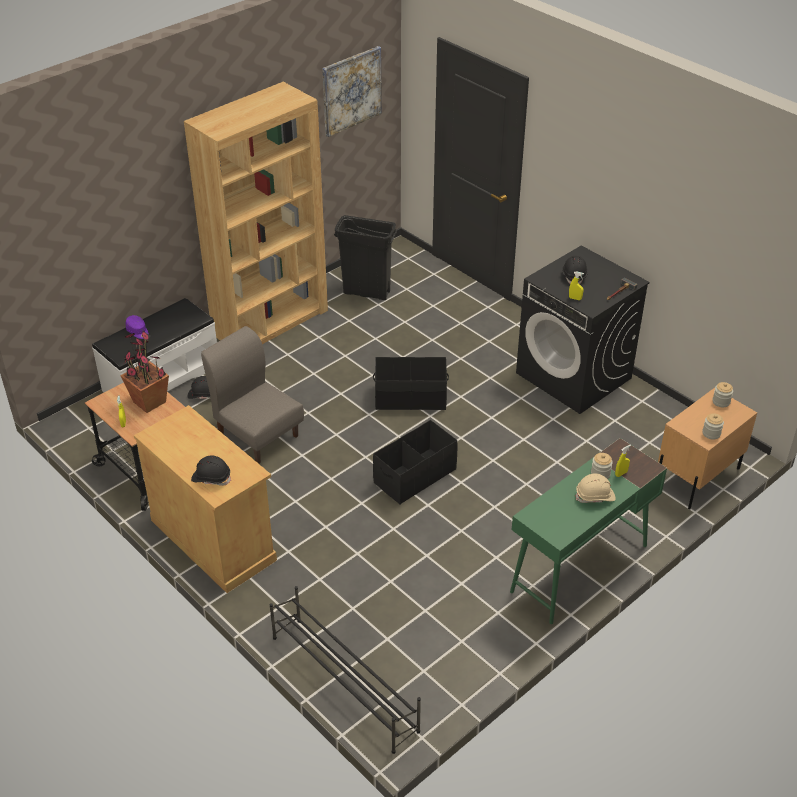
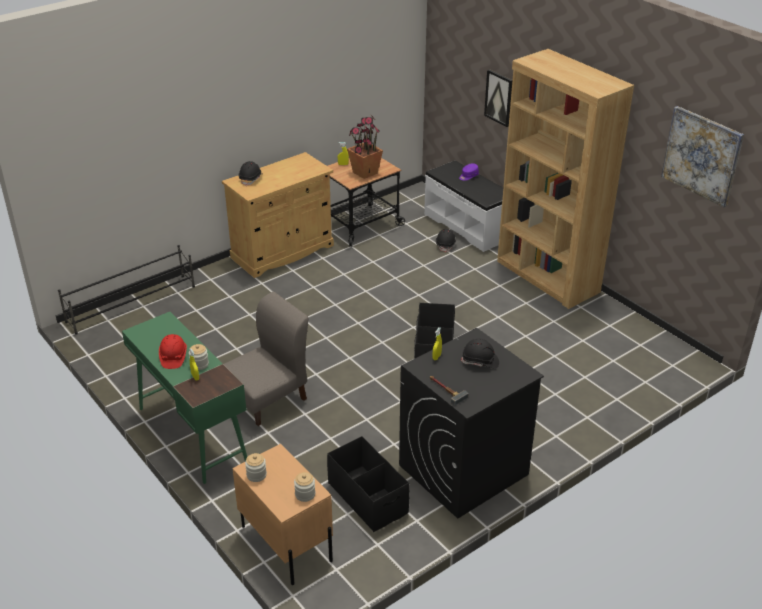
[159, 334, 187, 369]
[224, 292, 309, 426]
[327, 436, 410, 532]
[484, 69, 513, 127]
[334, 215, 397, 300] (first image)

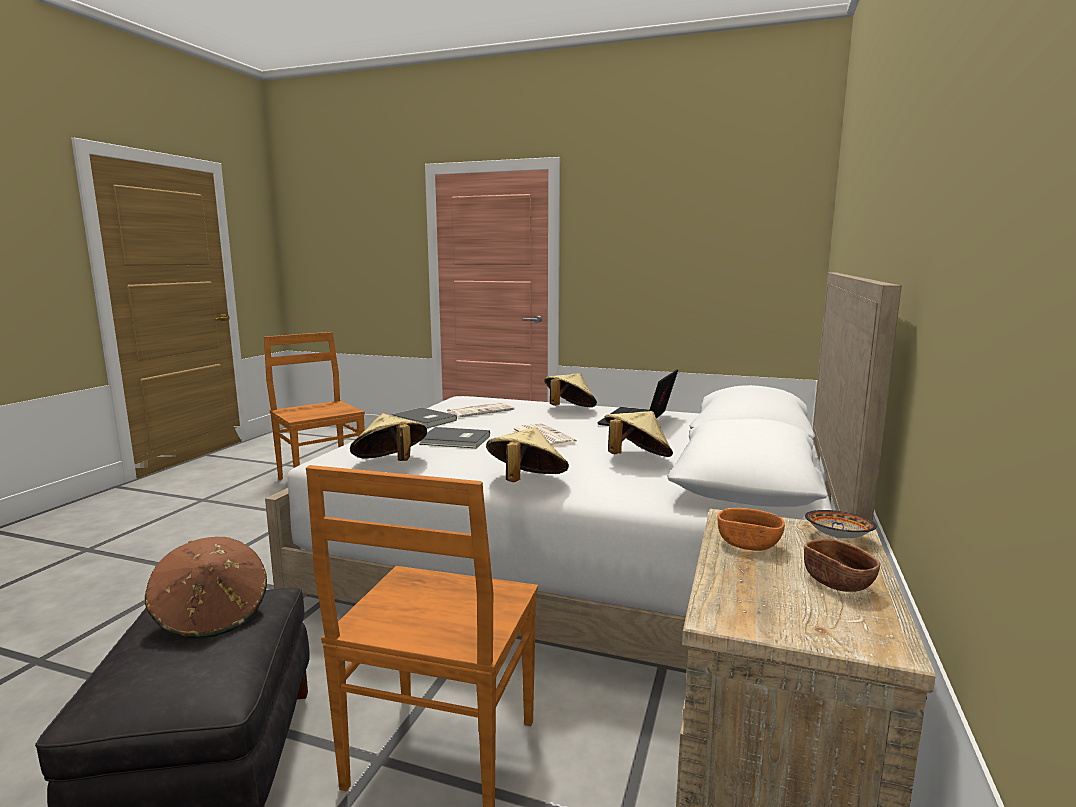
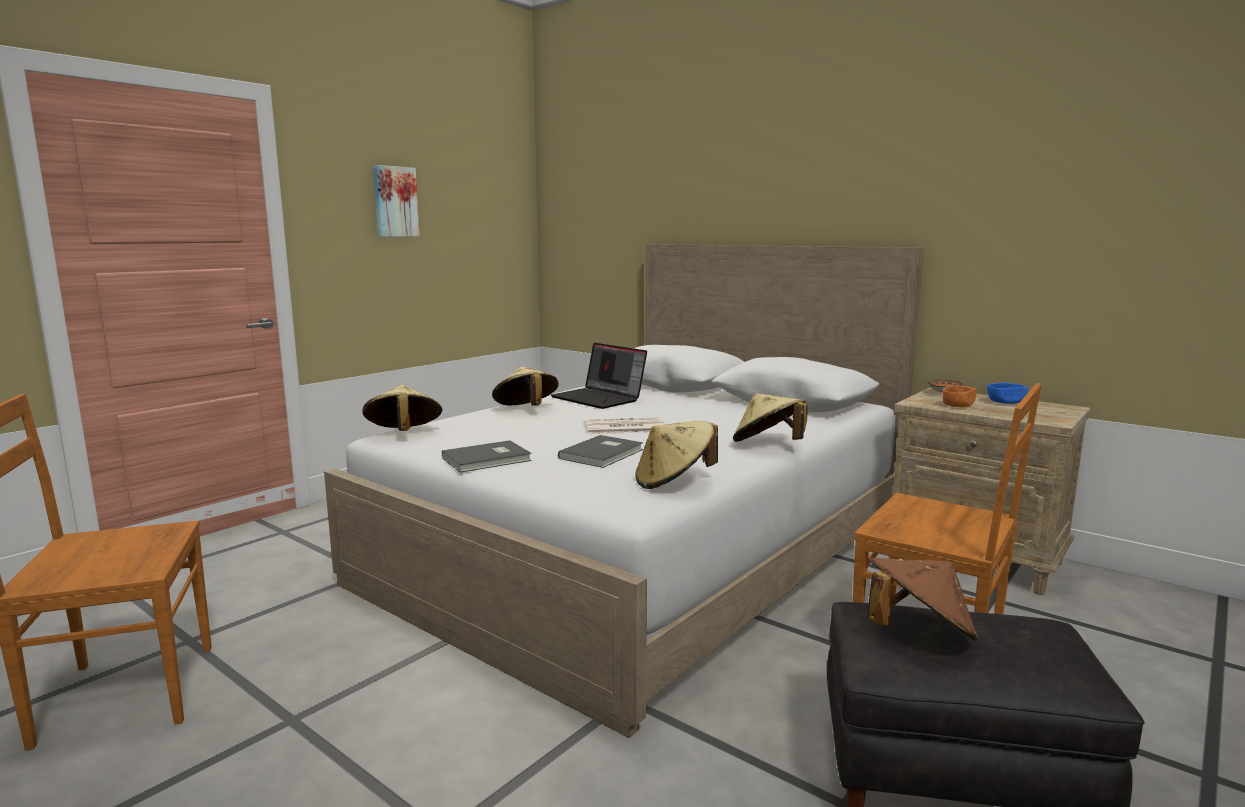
[362, 384, 442, 431]
[373, 165, 420, 237]
[987, 382, 1028, 404]
[447, 402, 515, 417] (first image)

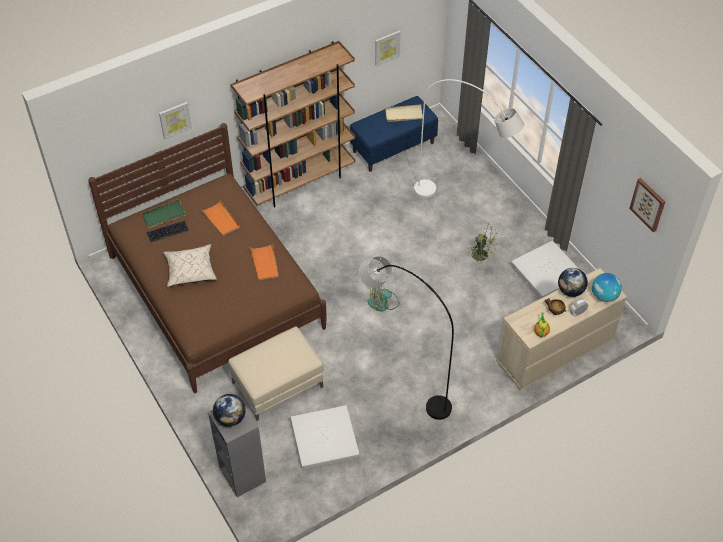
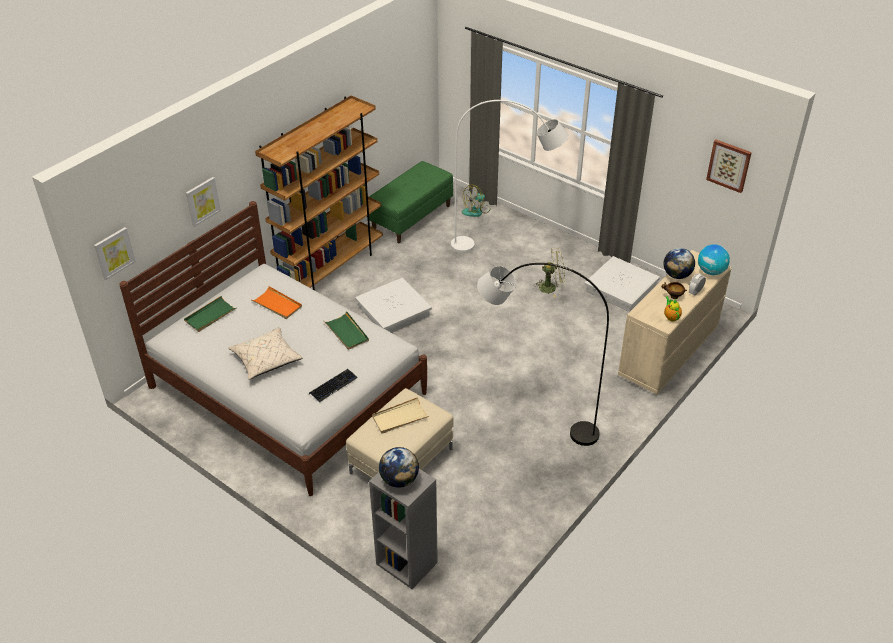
[94, 227, 136, 280]
[119, 201, 427, 496]
[309, 369, 358, 402]
[324, 311, 369, 350]
[355, 278, 432, 333]
[369, 161, 453, 243]
[372, 397, 429, 434]
[462, 184, 490, 217]

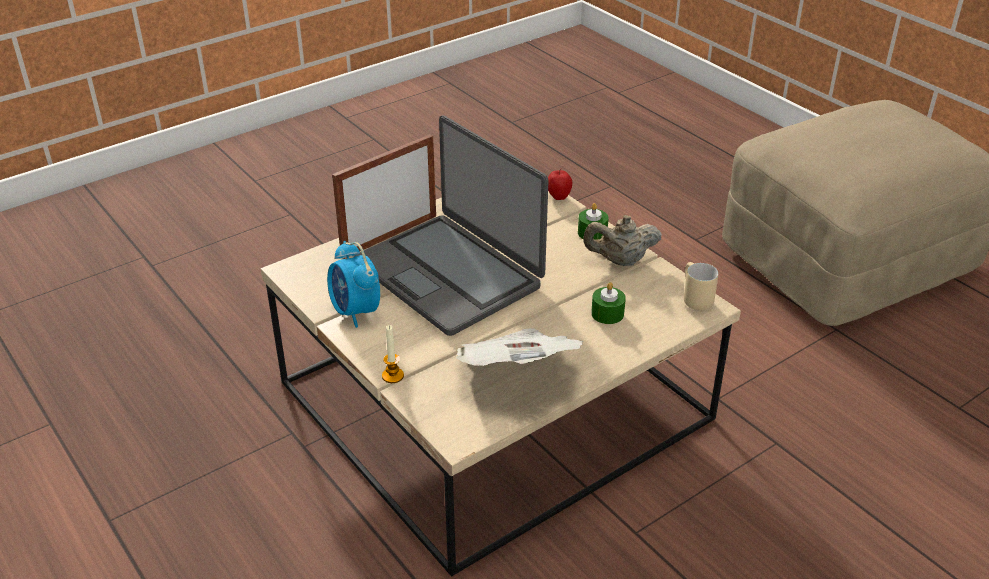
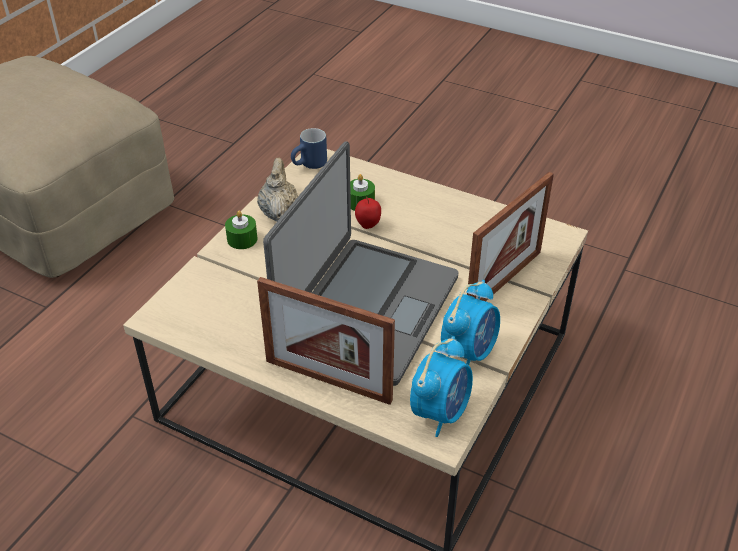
[257, 158, 298, 222]
[291, 128, 327, 169]
[355, 197, 381, 229]
[410, 336, 473, 437]
[467, 172, 554, 301]
[382, 325, 404, 383] (first image)
[456, 328, 583, 366] (first image)

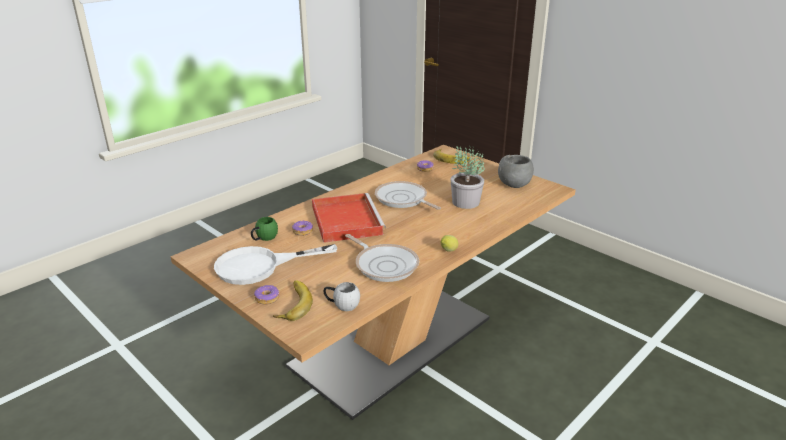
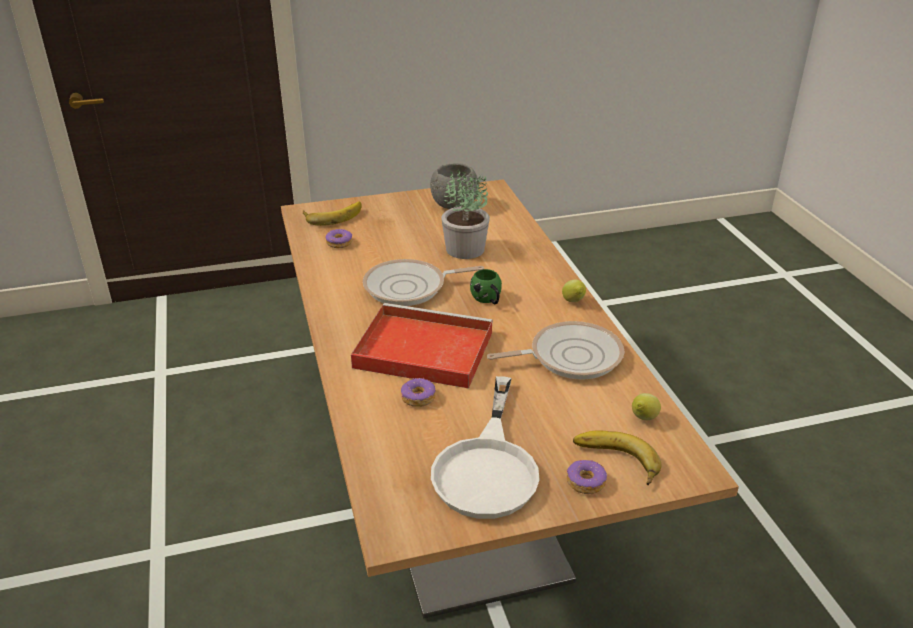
[470, 269, 502, 304]
[632, 393, 661, 420]

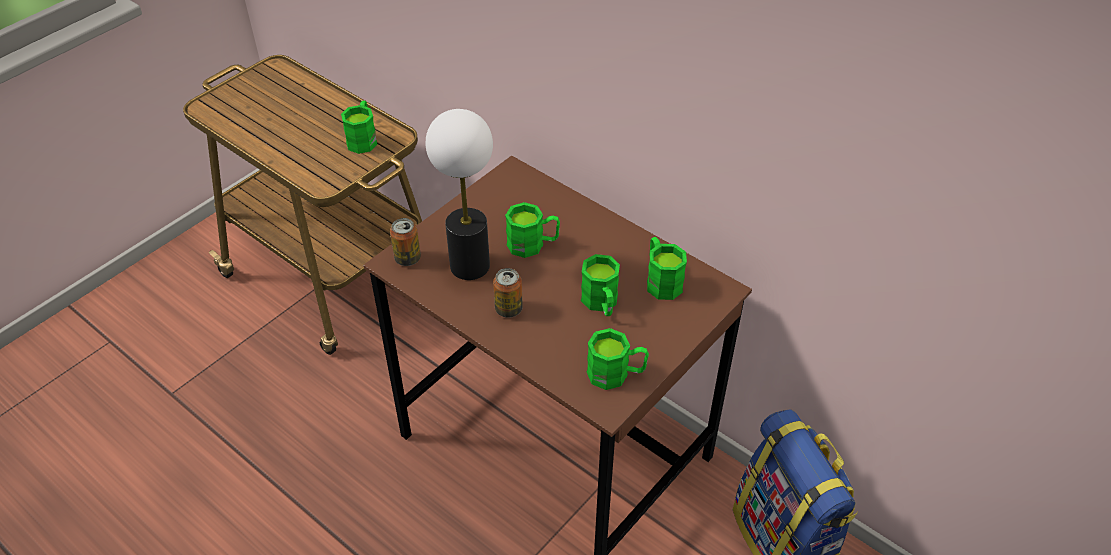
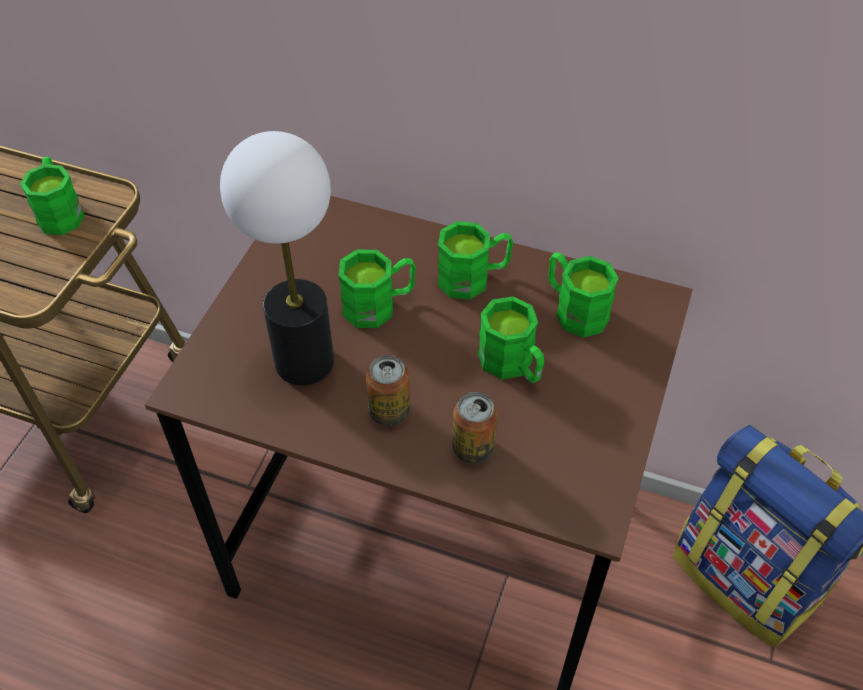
[437, 221, 513, 300]
[453, 392, 498, 464]

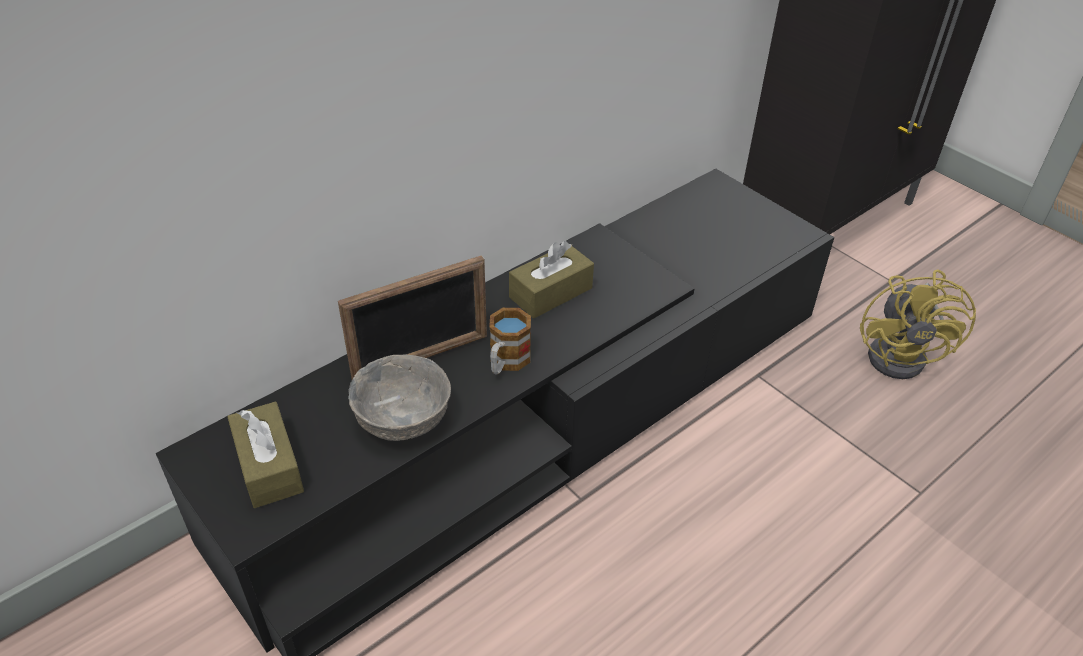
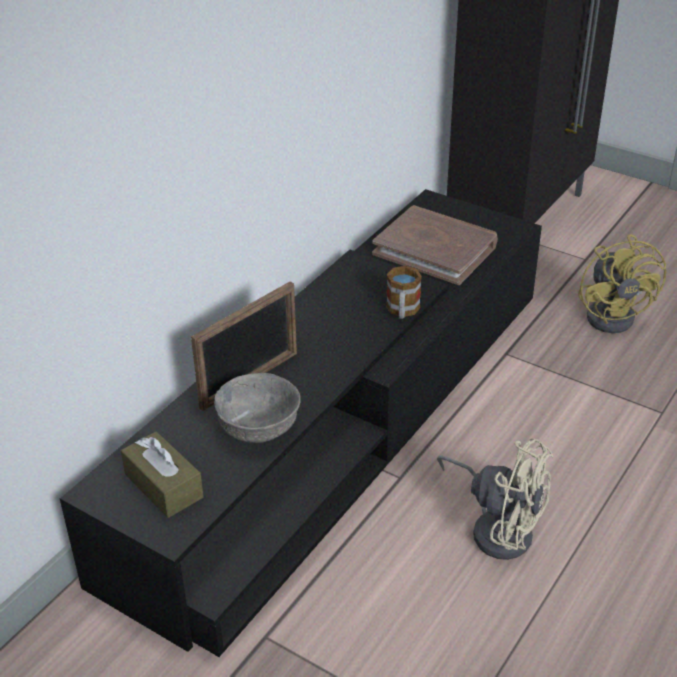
[372, 205, 498, 285]
[386, 266, 422, 319]
[437, 438, 553, 560]
[509, 241, 594, 318] (first image)

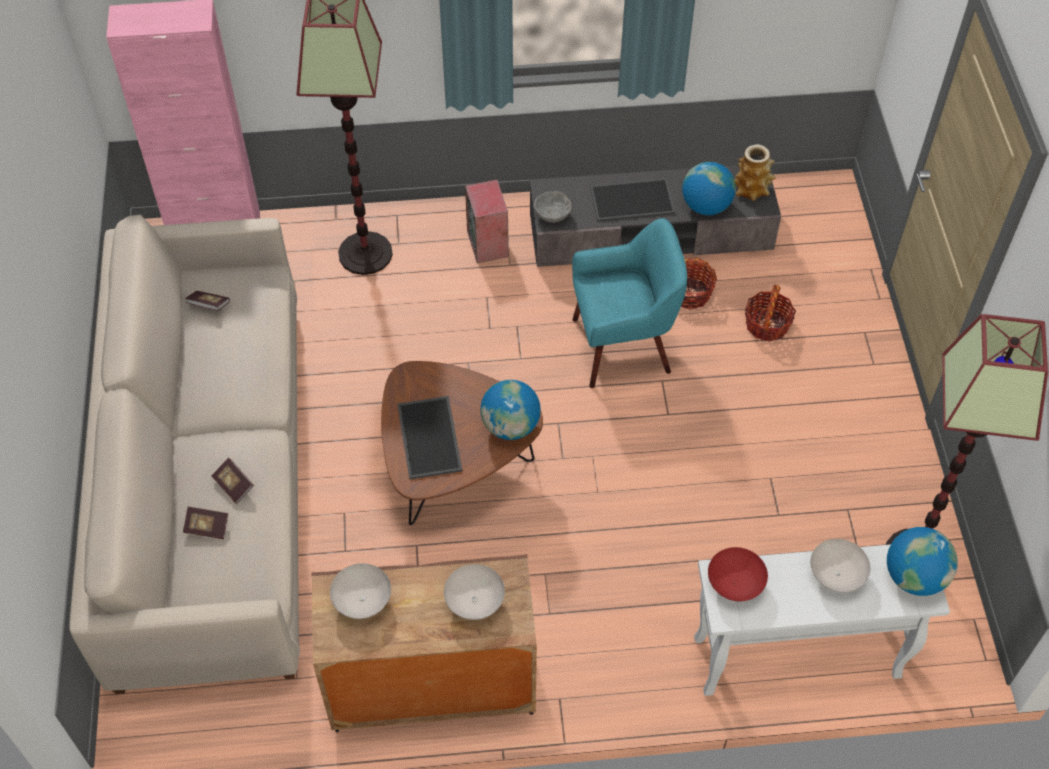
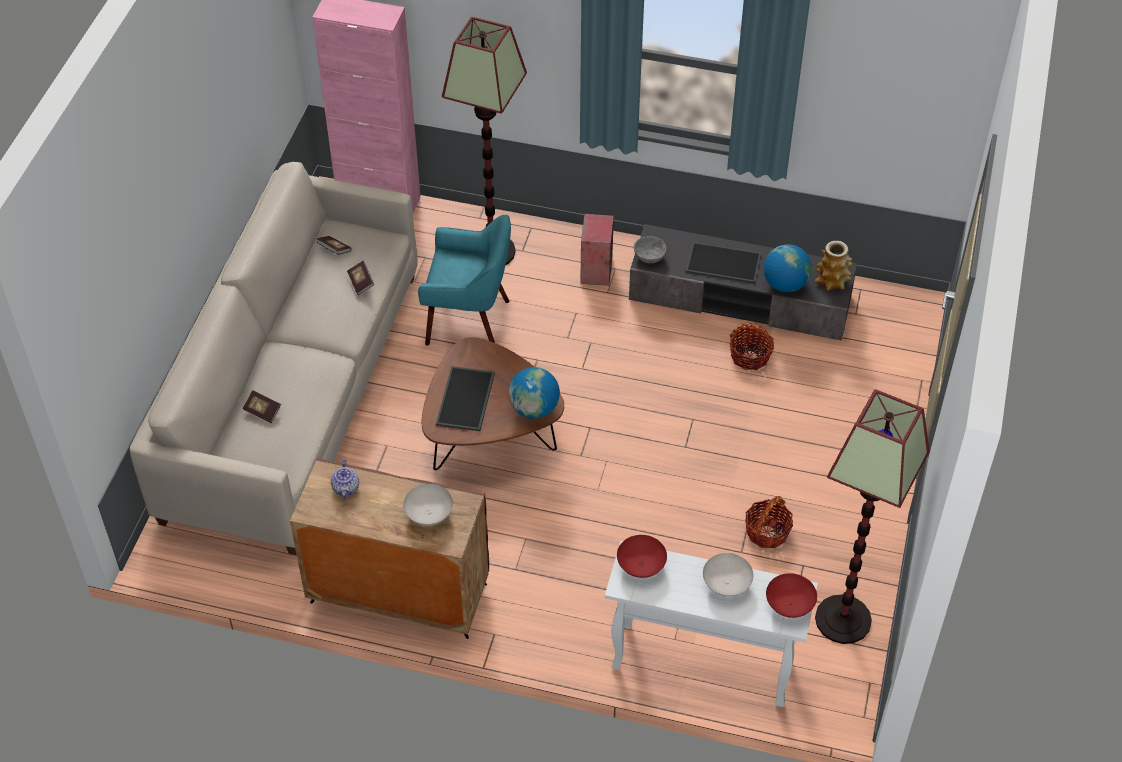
[331, 459, 359, 499]
[347, 261, 374, 295]
[418, 215, 511, 346]
[745, 496, 793, 548]
[766, 573, 817, 618]

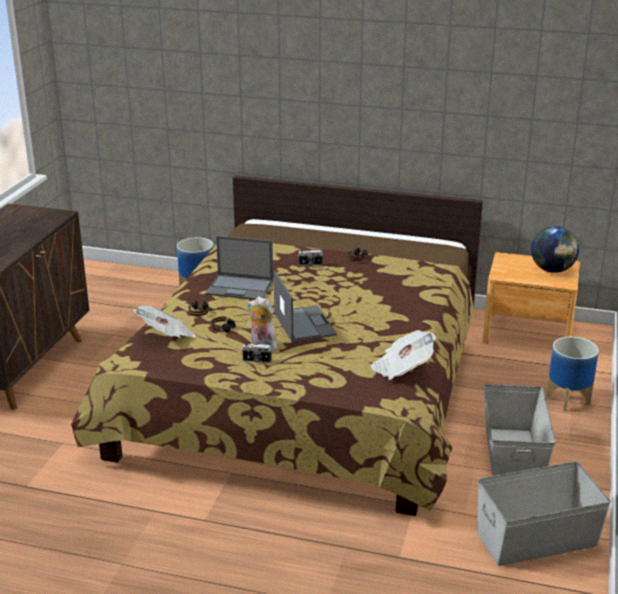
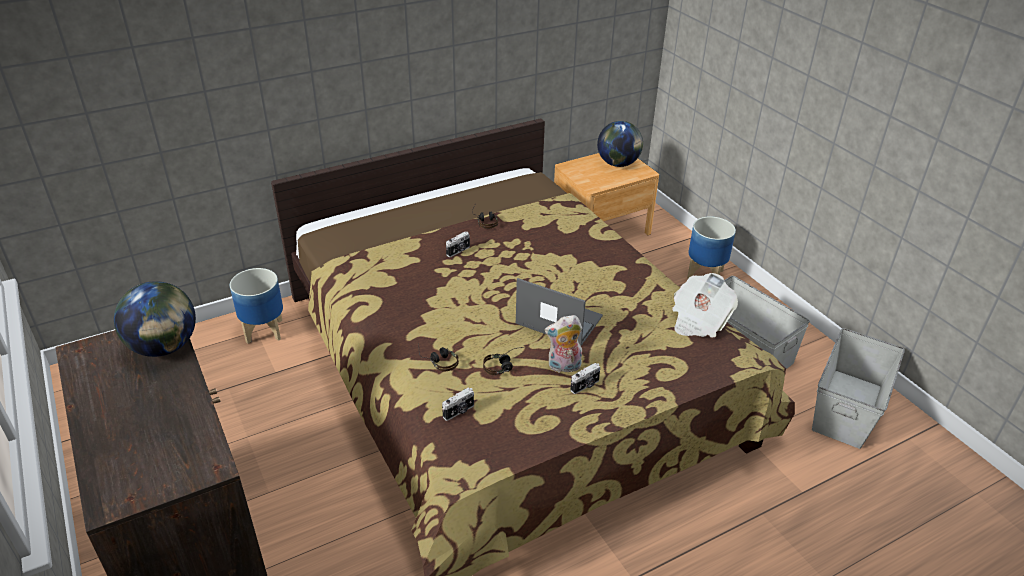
[114, 281, 196, 357]
[442, 387, 474, 421]
[205, 236, 273, 300] (first image)

